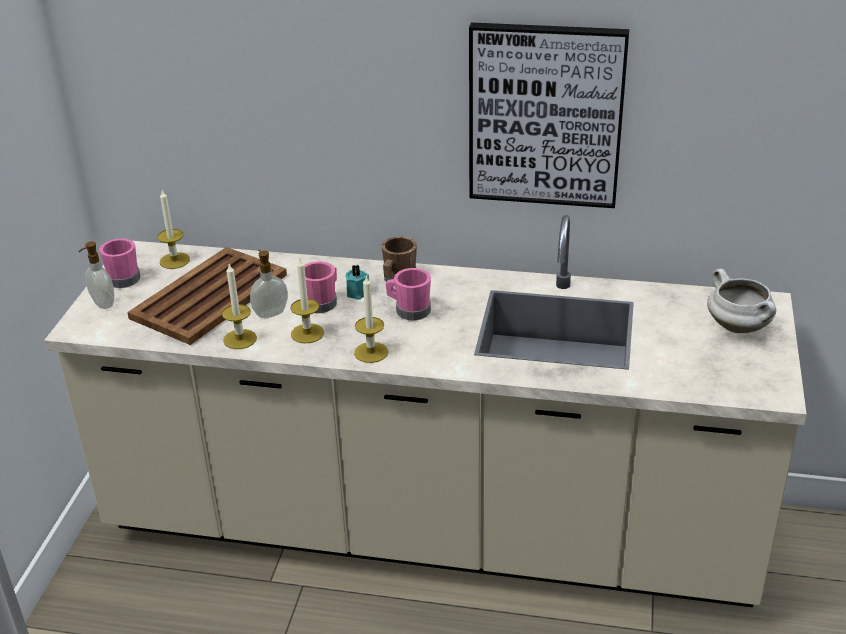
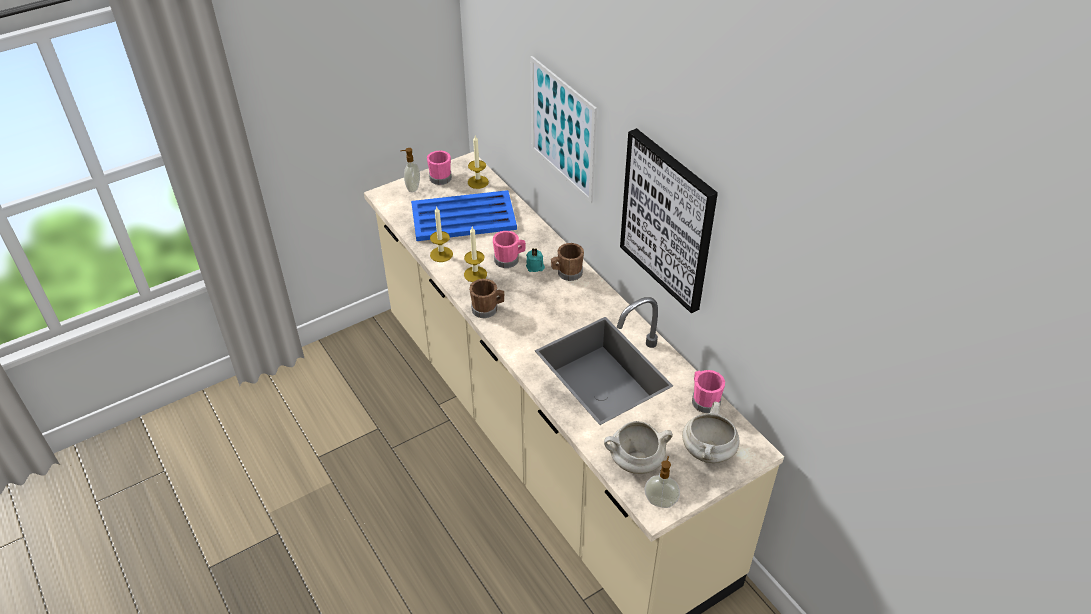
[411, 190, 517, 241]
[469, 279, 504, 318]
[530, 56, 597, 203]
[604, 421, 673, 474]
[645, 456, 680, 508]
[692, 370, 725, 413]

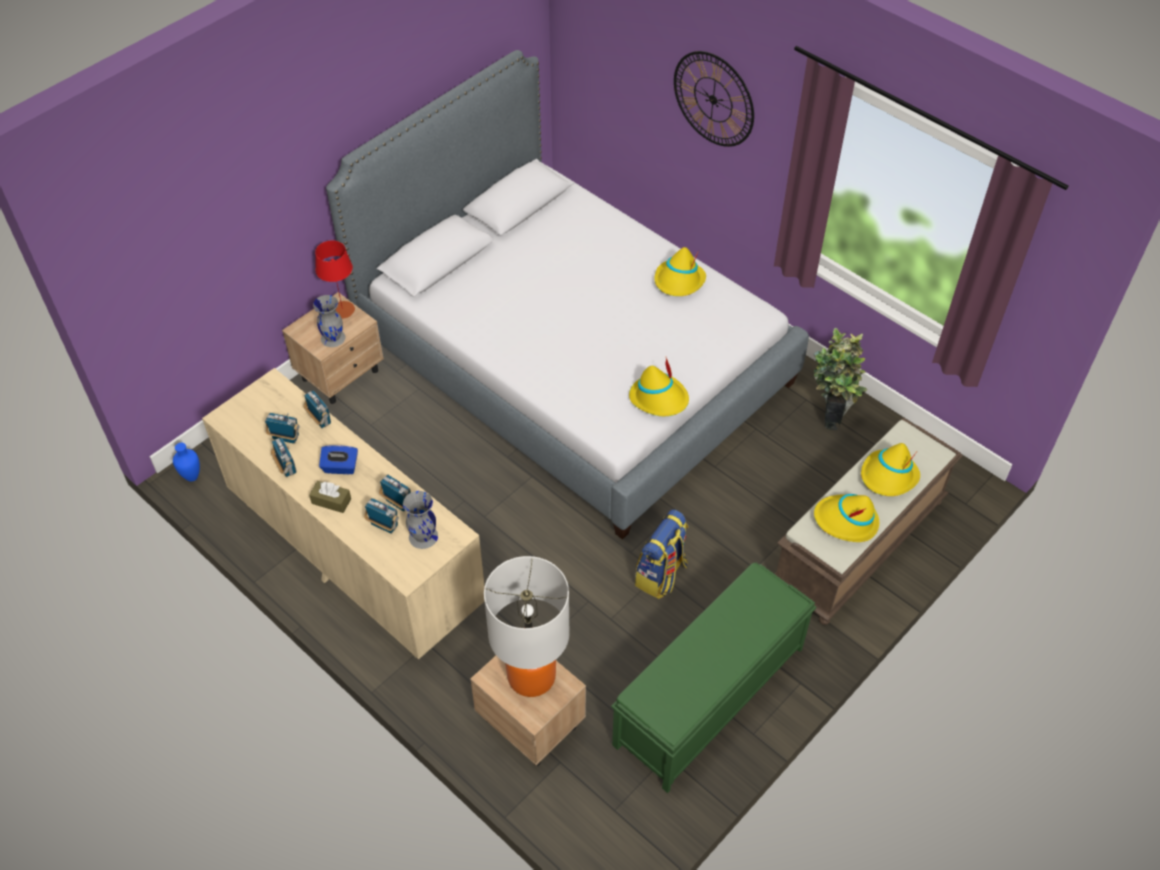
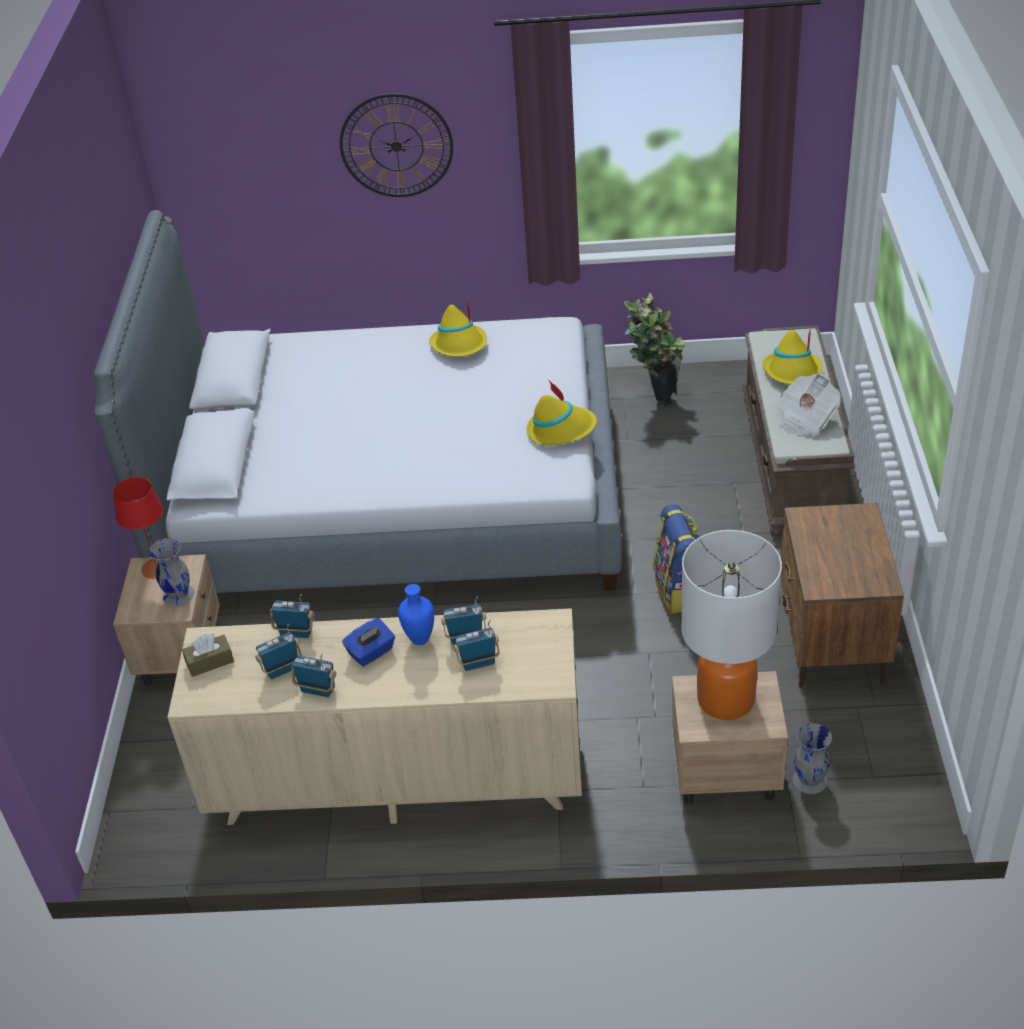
[182, 633, 234, 677]
[398, 584, 434, 645]
[779, 373, 841, 436]
[781, 503, 904, 688]
[793, 723, 832, 794]

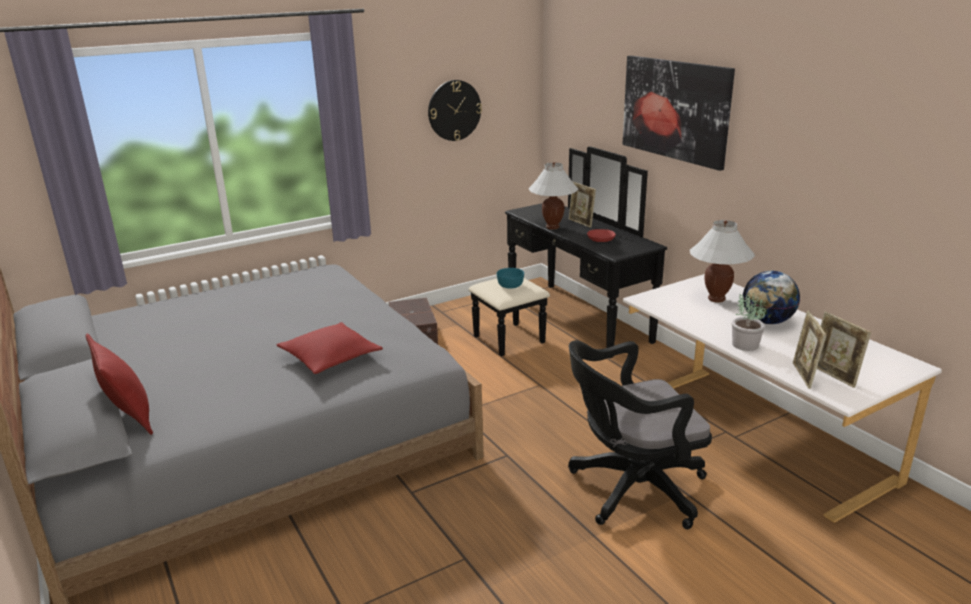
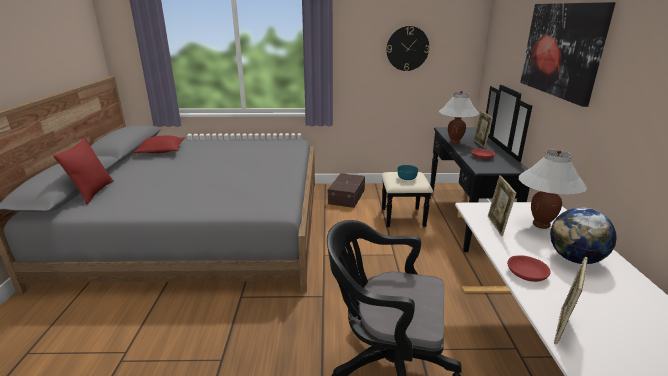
[134, 136, 185, 153]
[488, 175, 516, 236]
[507, 255, 551, 282]

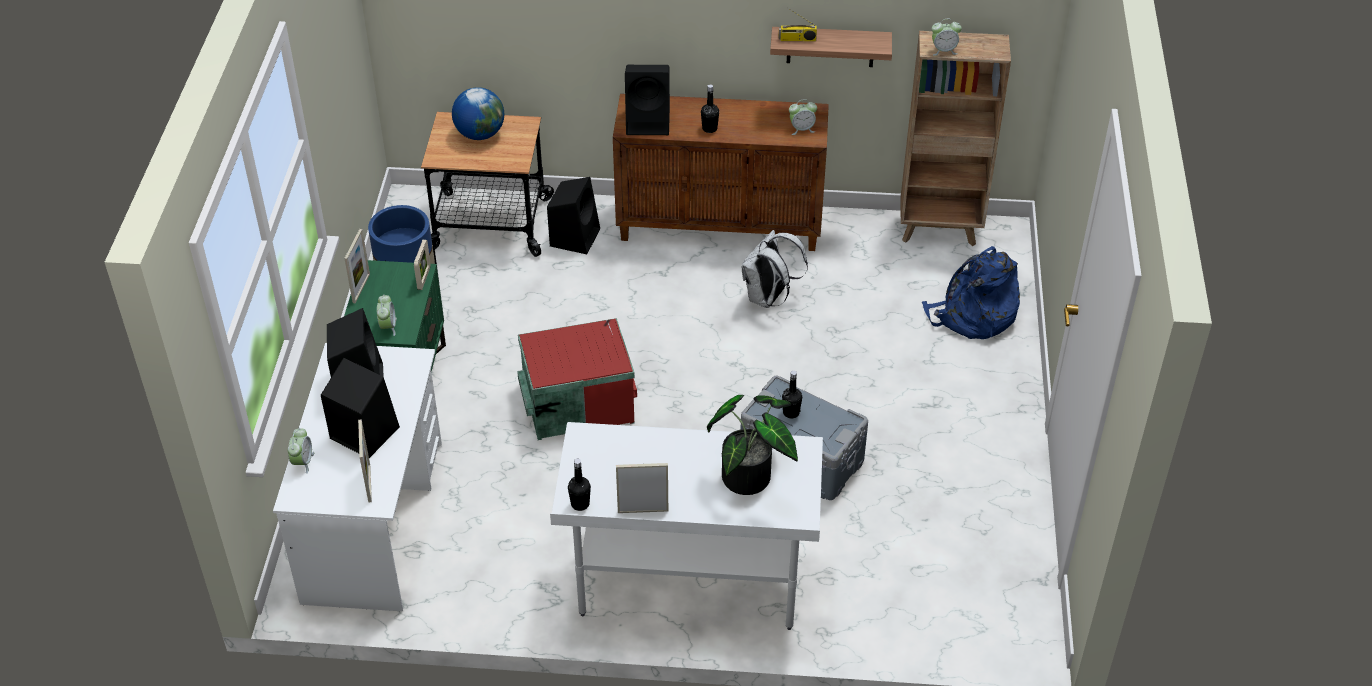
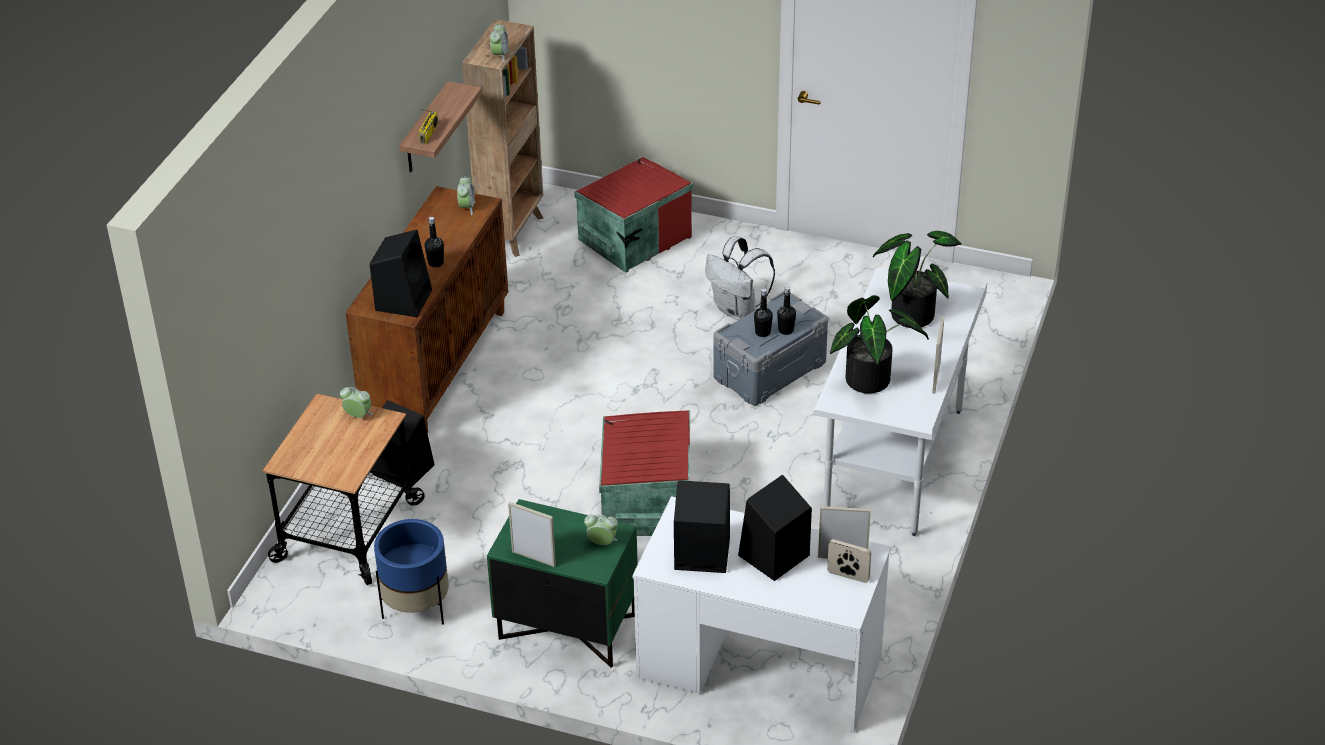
[340, 387, 373, 418]
[574, 157, 693, 273]
[705, 236, 775, 320]
[777, 286, 796, 335]
[827, 539, 871, 583]
[830, 295, 929, 393]
[452, 87, 504, 140] (first image)

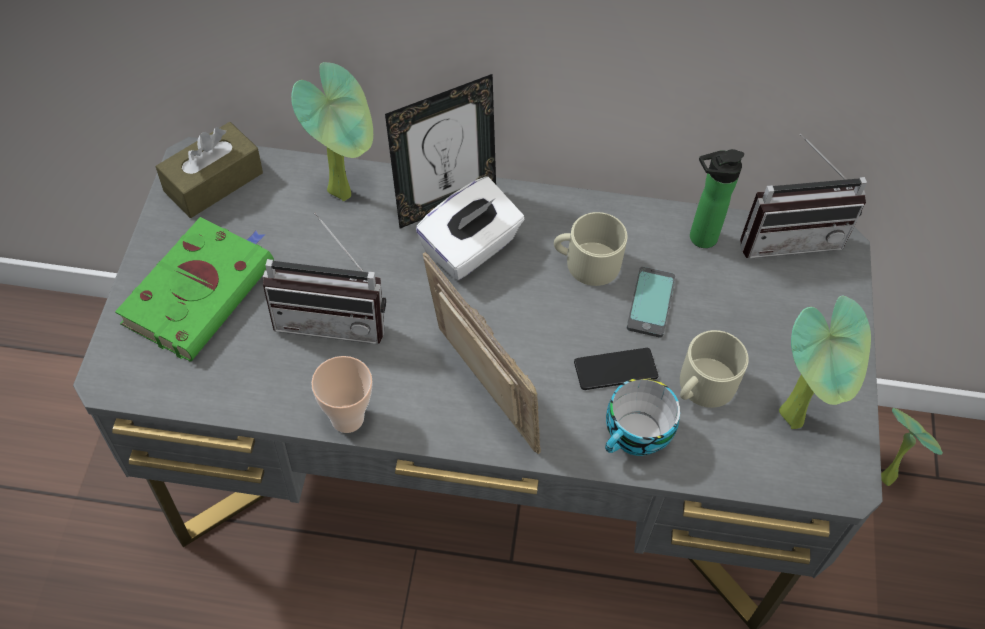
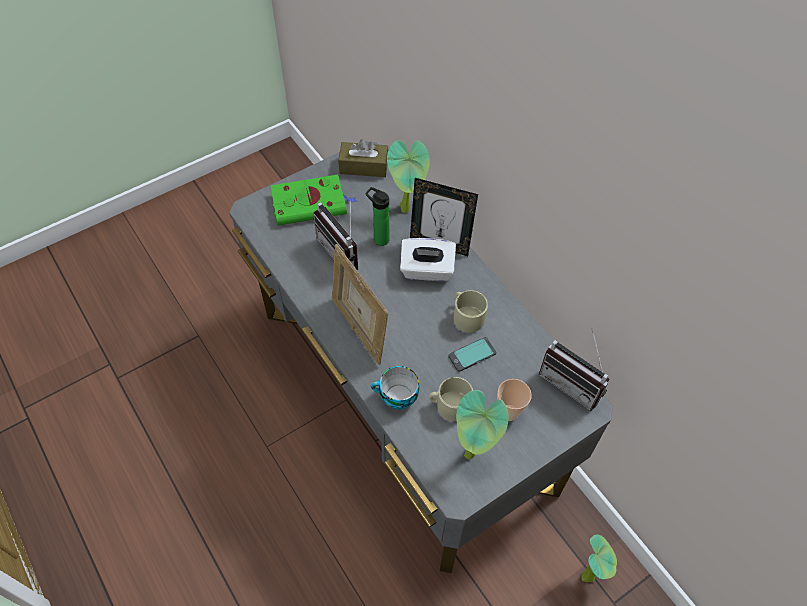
[332, 244, 388, 365]
[366, 187, 390, 246]
[497, 379, 532, 421]
[574, 348, 658, 390] (first image)

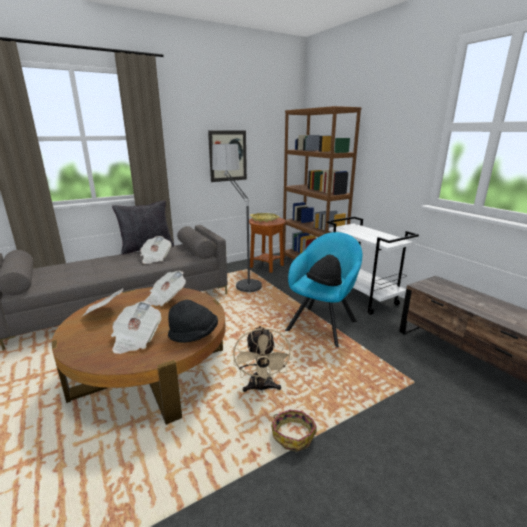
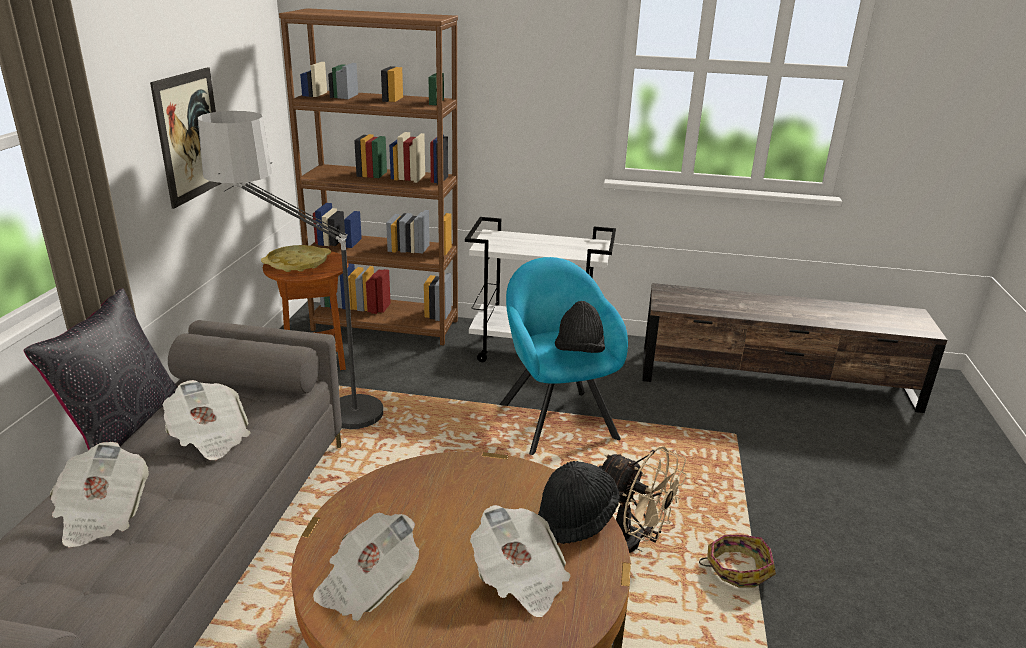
[50, 442, 149, 548]

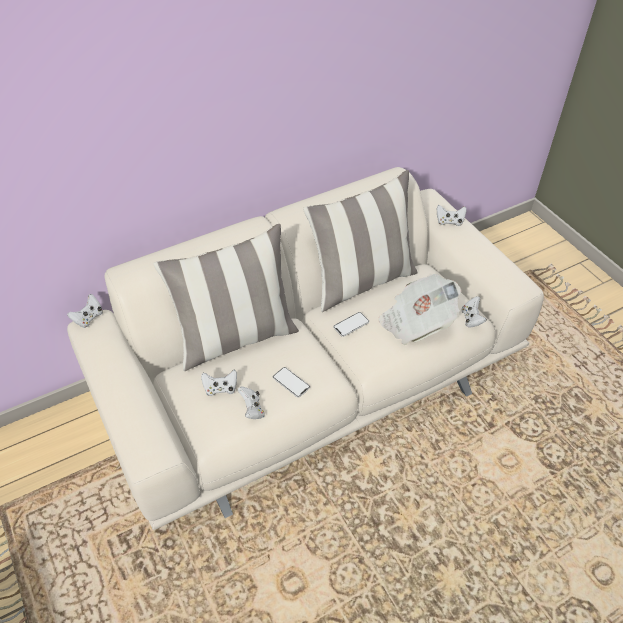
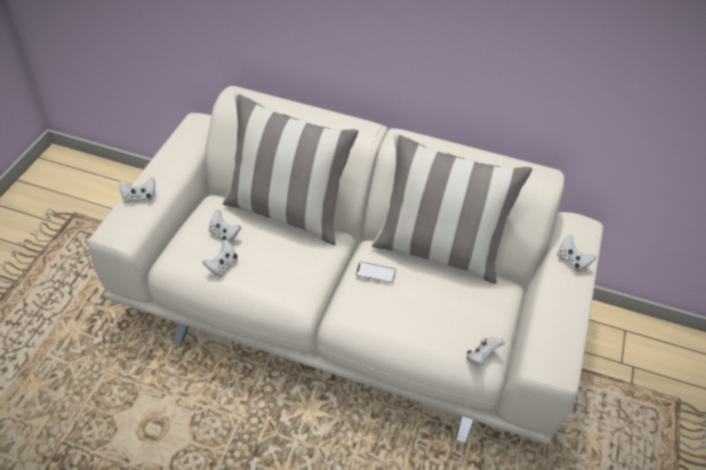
[119, 177, 155, 203]
[273, 367, 310, 398] (first image)
[378, 274, 462, 345] (first image)

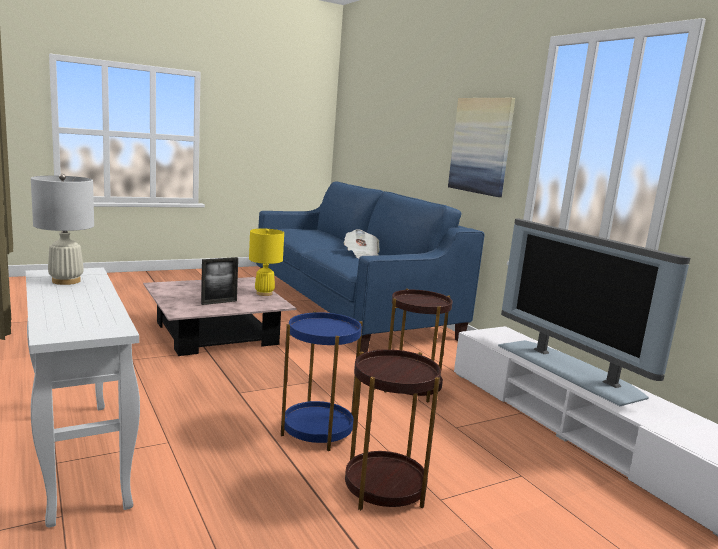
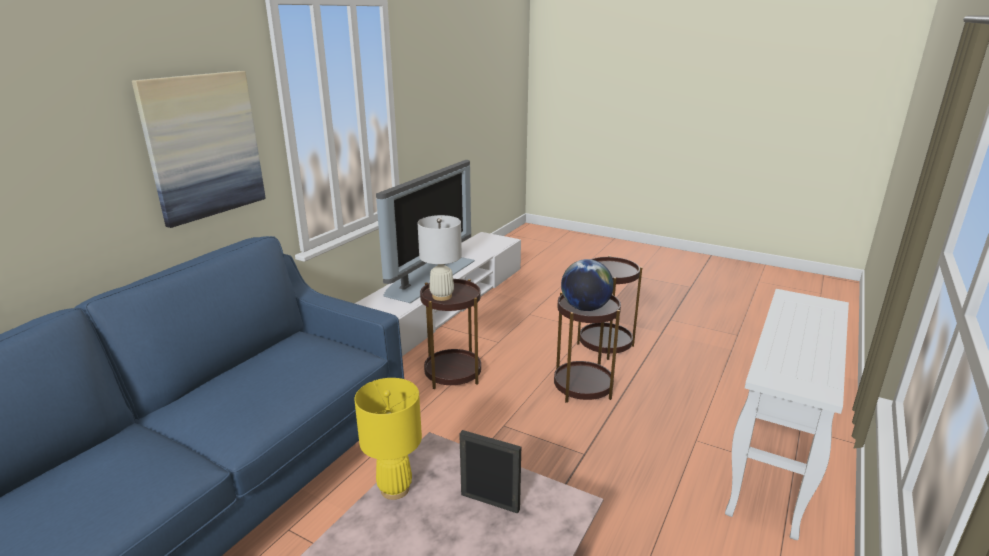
[418, 215, 462, 301]
[554, 292, 621, 403]
[561, 259, 614, 311]
[344, 229, 380, 258] (first image)

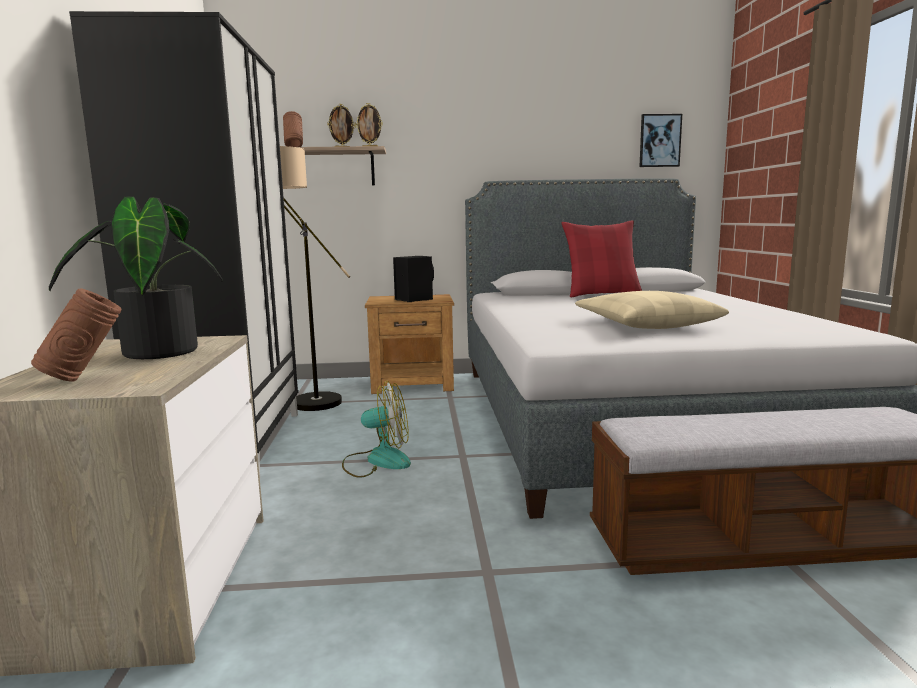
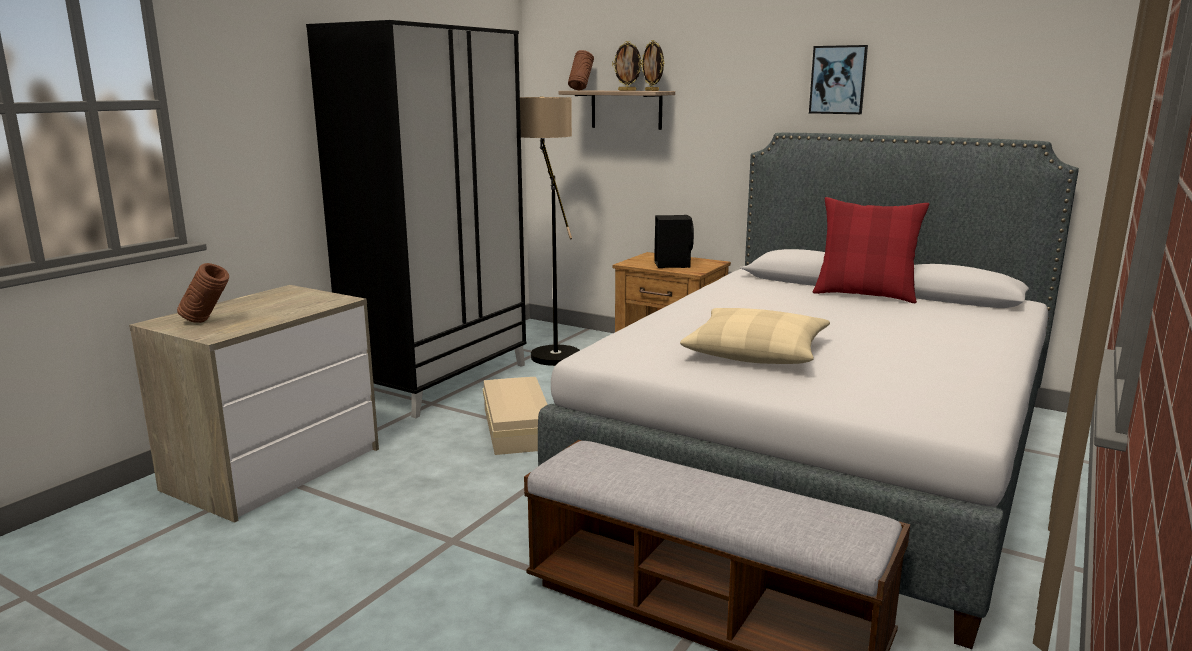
[483, 377, 548, 455]
[809, 45, 868, 114]
[49, 196, 223, 359] (first image)

